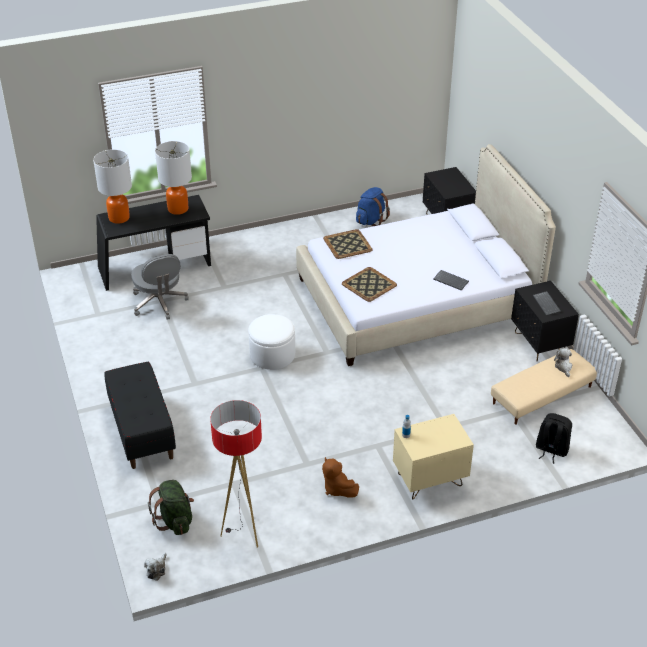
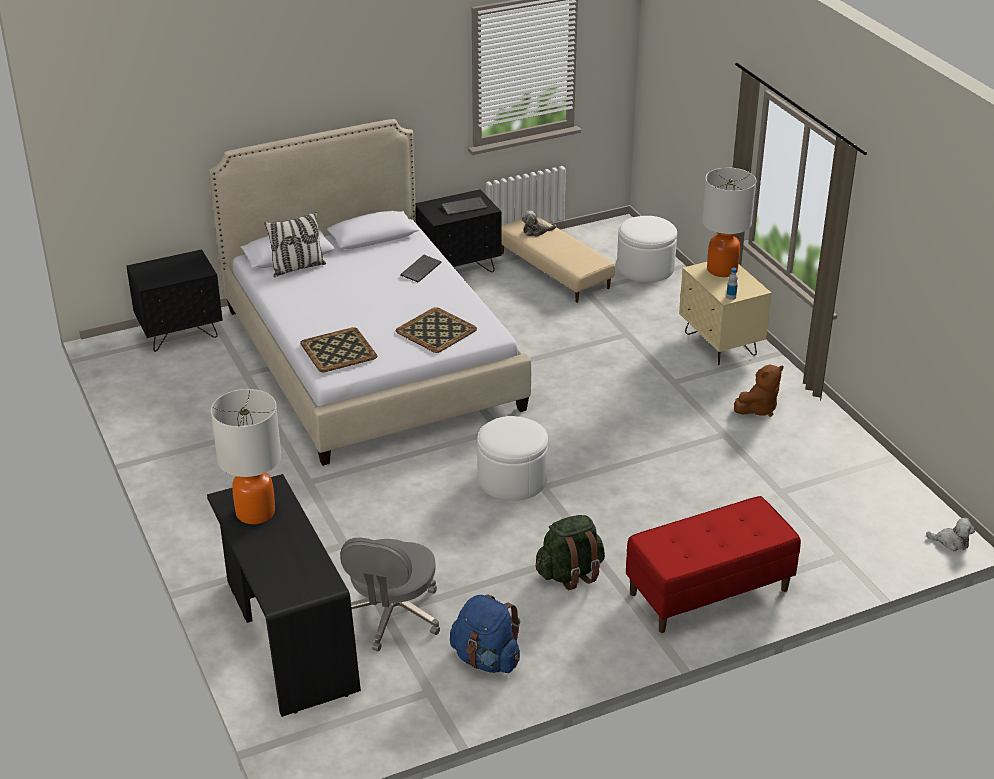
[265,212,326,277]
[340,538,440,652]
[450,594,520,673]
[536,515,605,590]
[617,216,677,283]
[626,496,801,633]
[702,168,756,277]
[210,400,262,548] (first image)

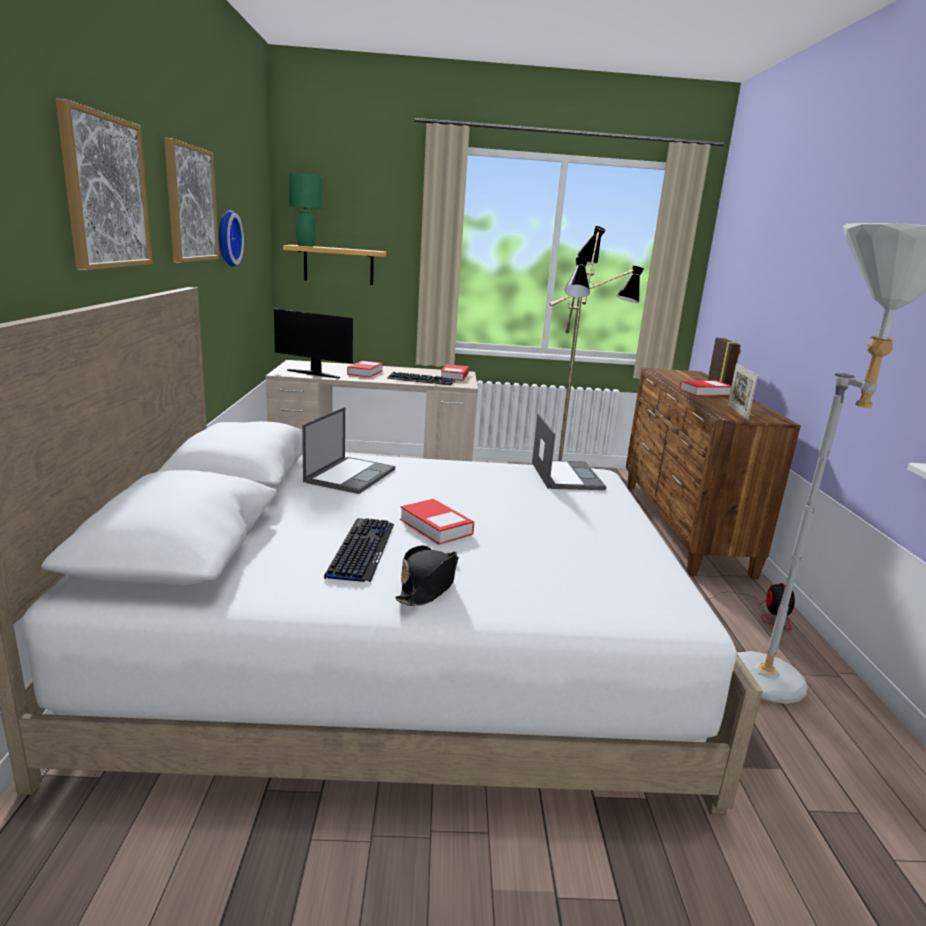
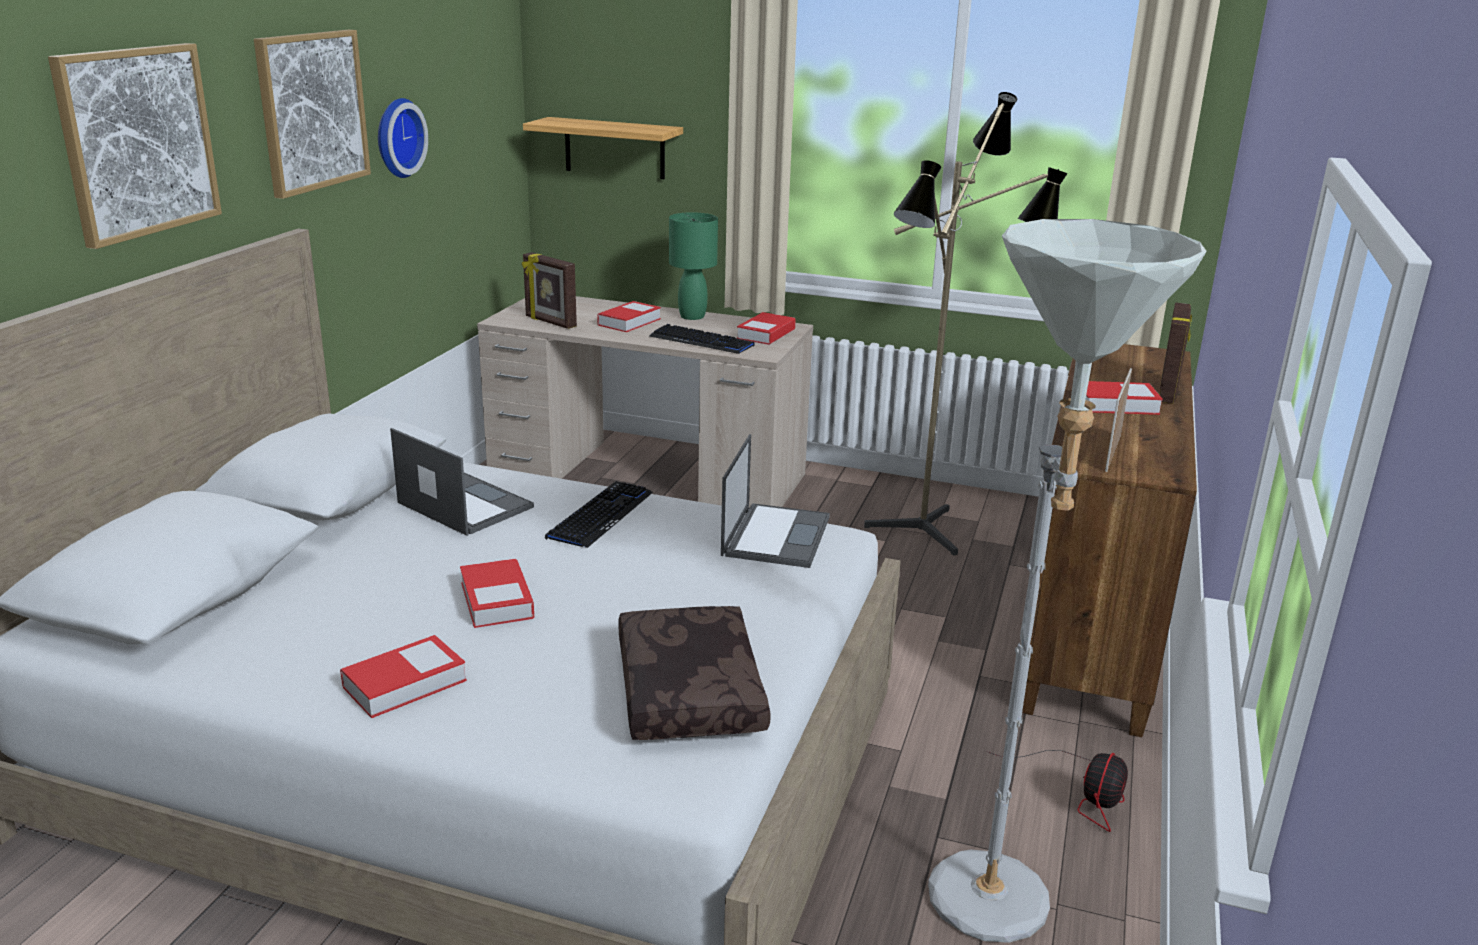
[340,635,467,718]
[390,428,534,536]
[522,252,577,329]
[545,481,653,548]
[618,606,771,740]
[669,212,718,320]

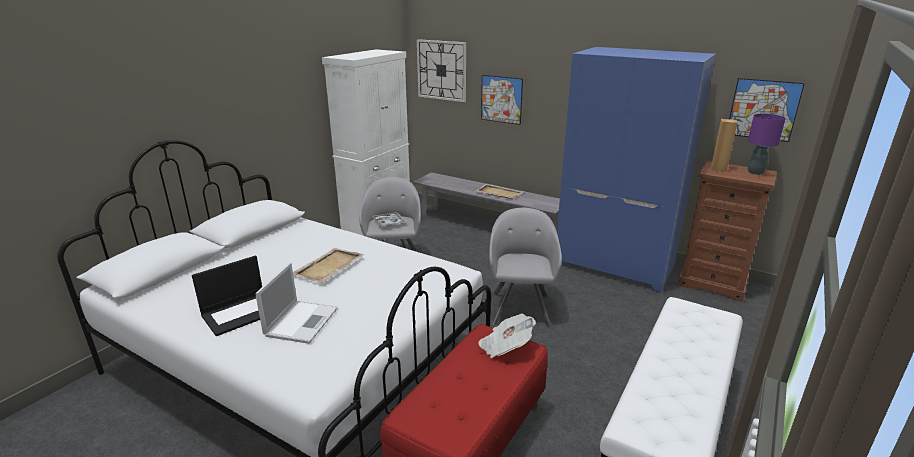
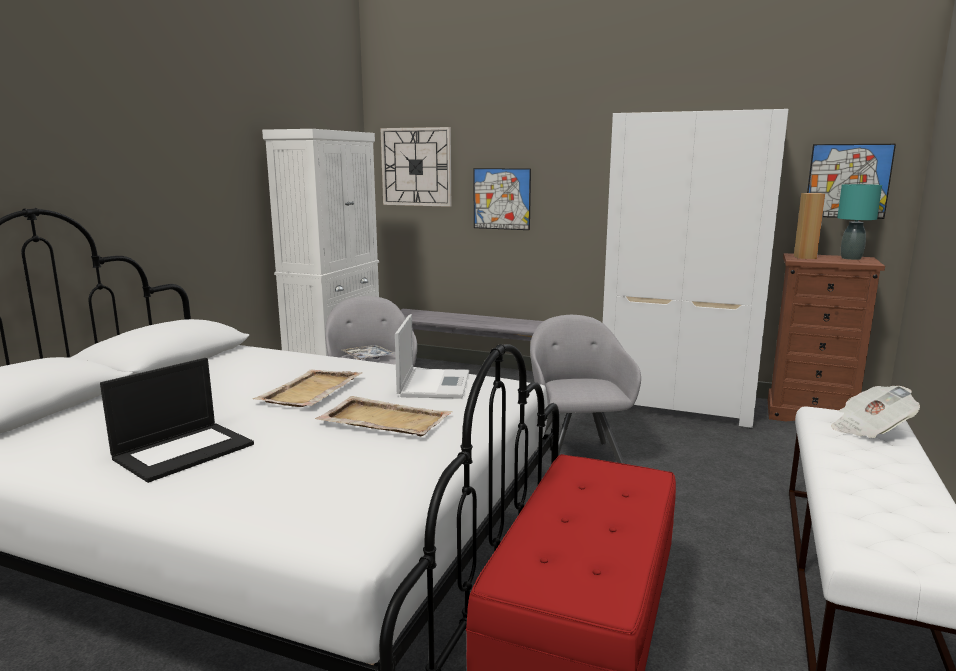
[315,396,453,436]
[395,314,469,399]
[603,109,788,429]
[831,386,920,438]
[837,184,882,260]

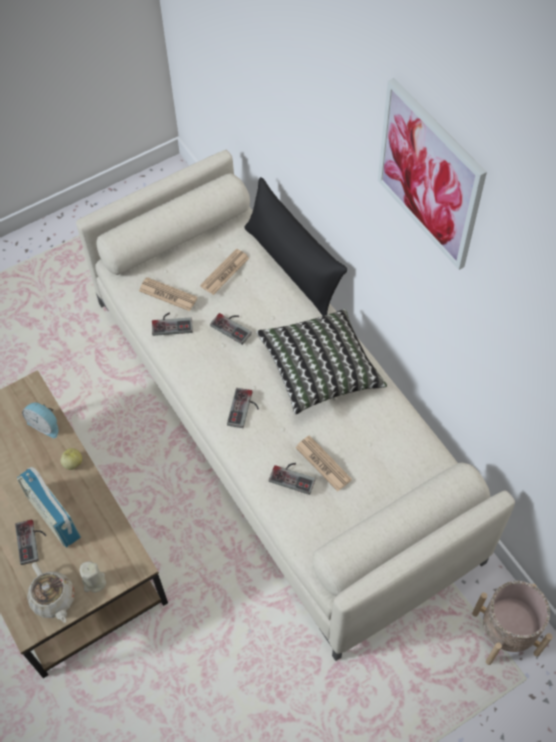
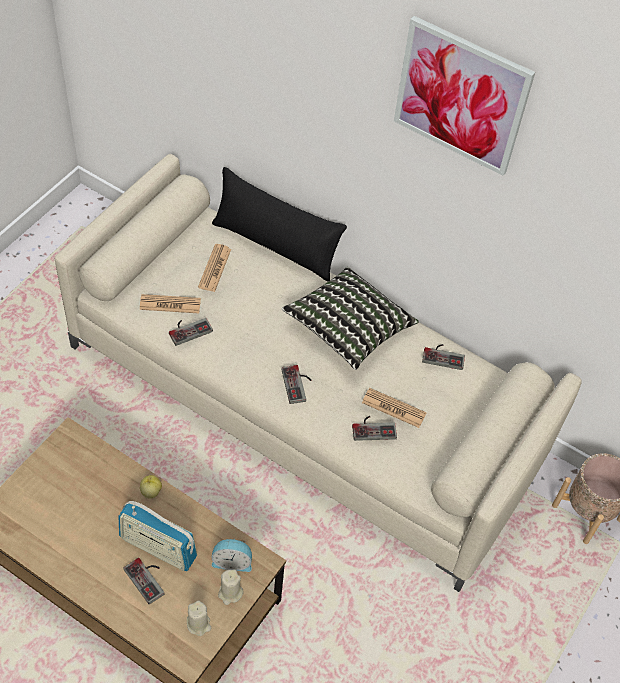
[187,600,211,636]
[212,538,252,572]
[422,344,465,370]

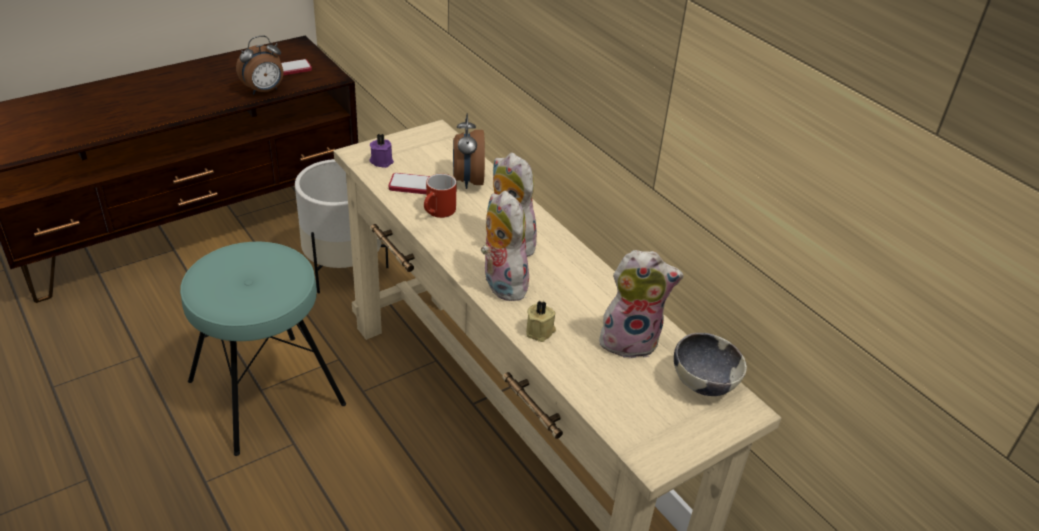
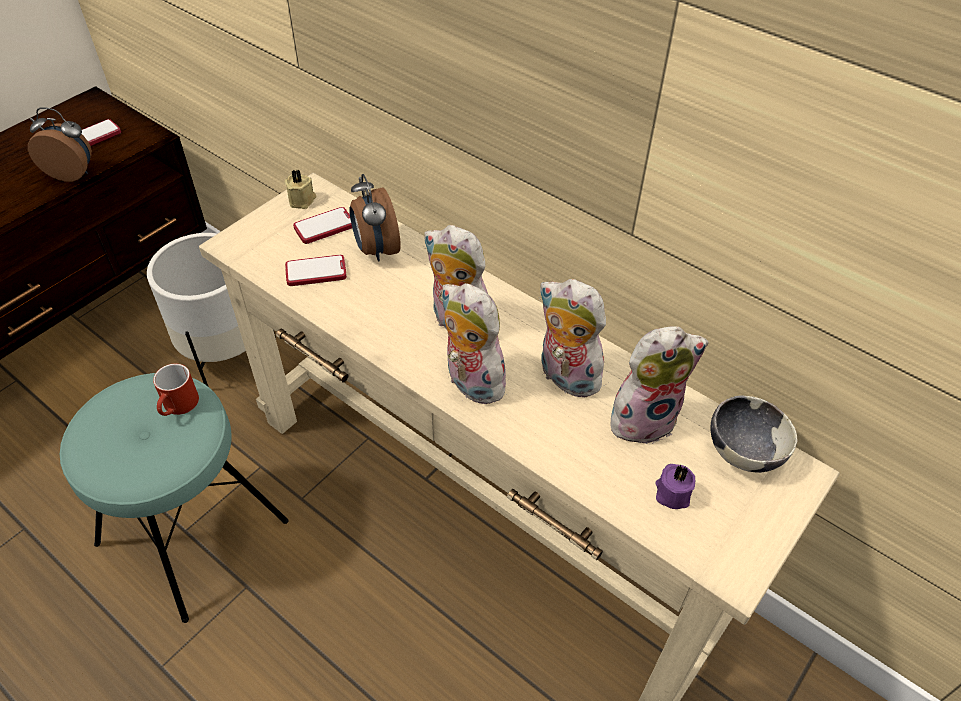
[28,107,92,182]
[153,363,199,416]
[285,170,317,209]
[293,207,352,244]
[539,279,610,397]
[655,464,695,509]

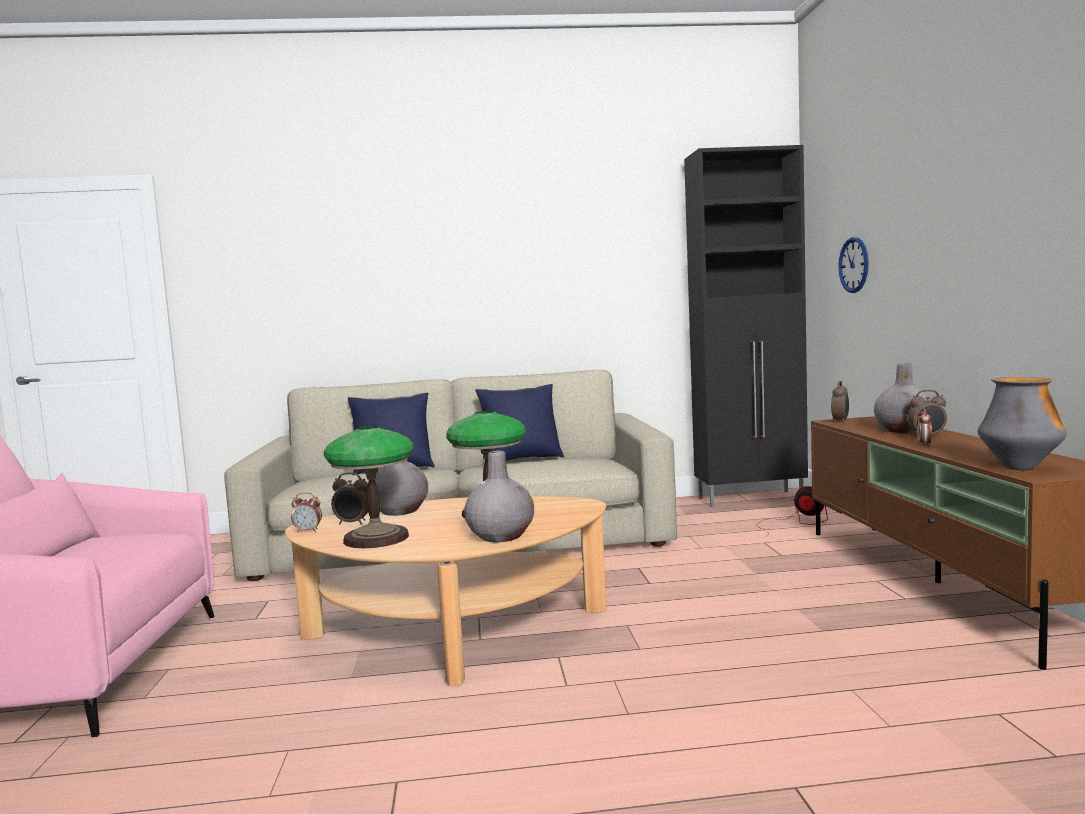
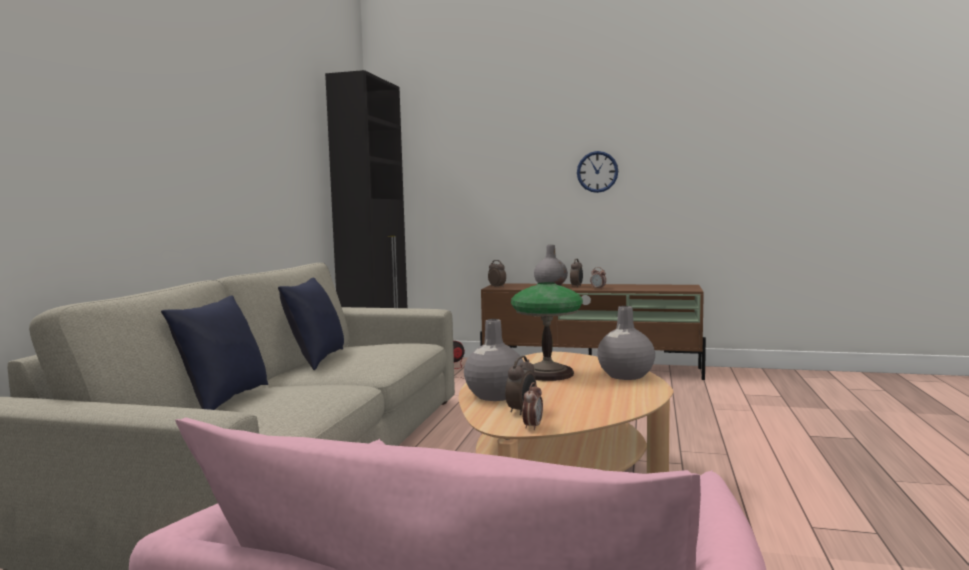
[577,151,618,193]
[324,426,414,549] (first image)
[978,377,1067,470] (first image)

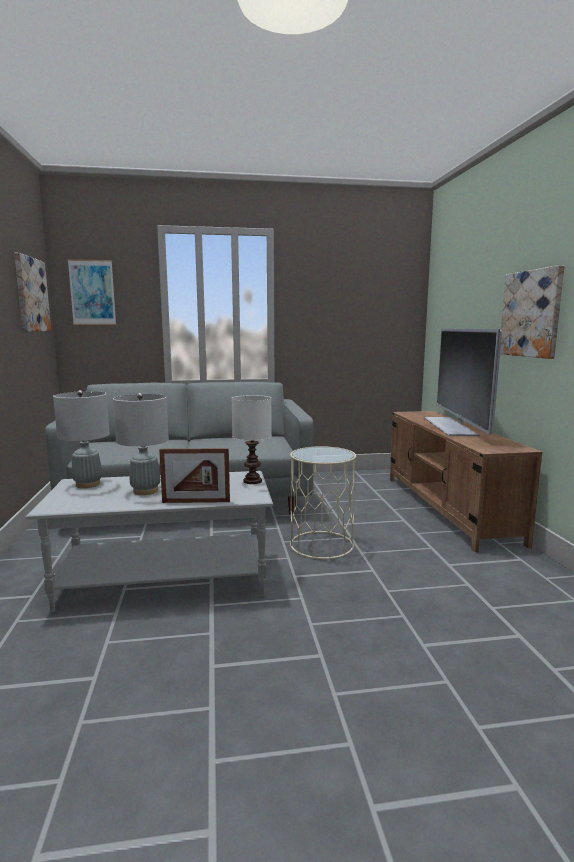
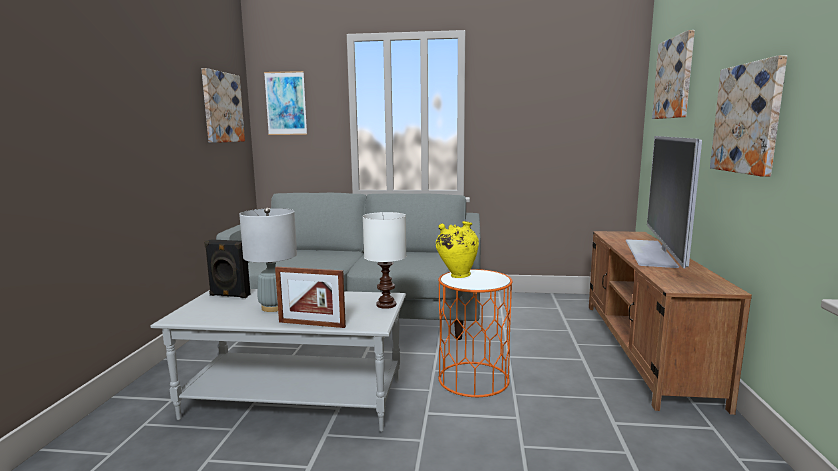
[204,239,251,298]
[436,221,479,278]
[438,269,513,397]
[652,30,695,119]

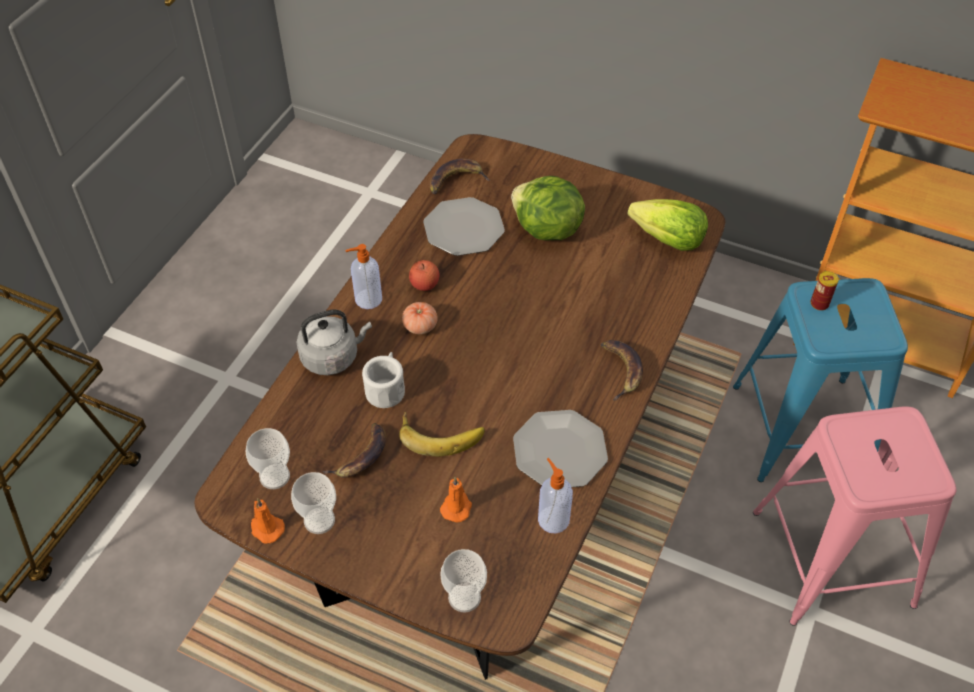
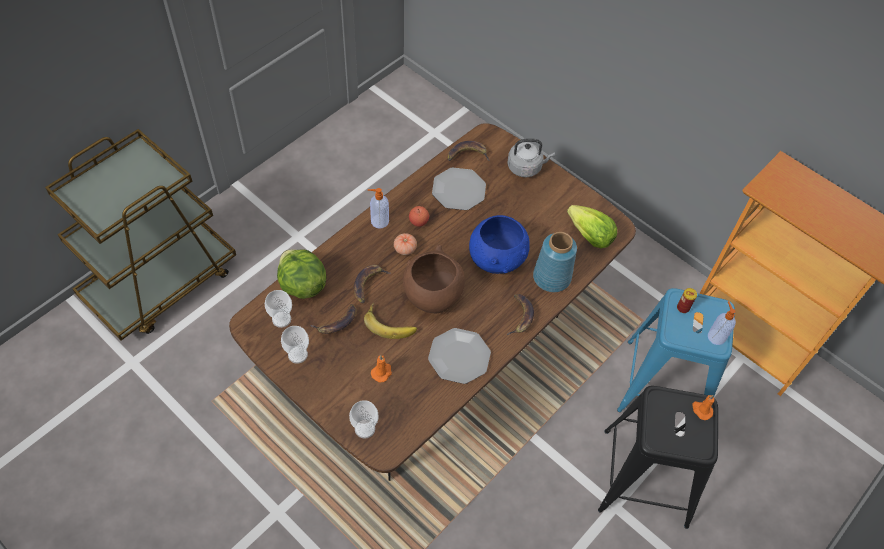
[277,249,326,299]
[354,265,391,303]
[403,244,465,313]
[469,215,530,274]
[507,139,555,177]
[533,232,577,292]
[598,386,718,529]
[693,395,714,420]
[708,301,736,345]

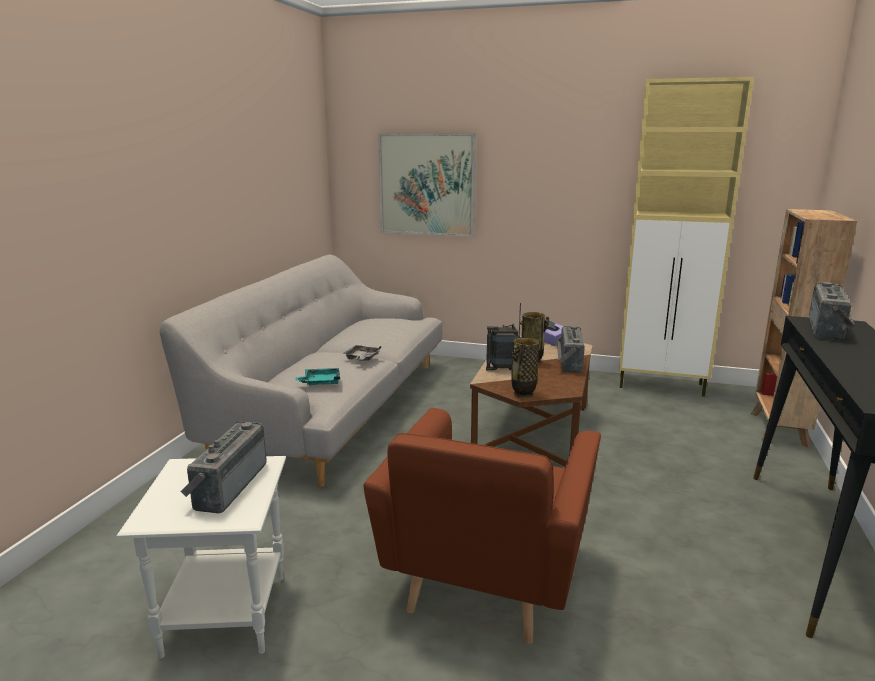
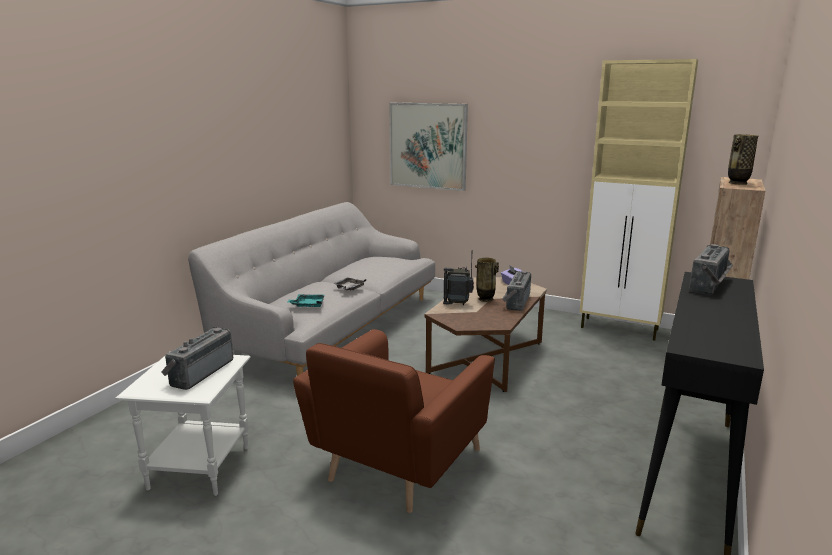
[728,134,758,185]

